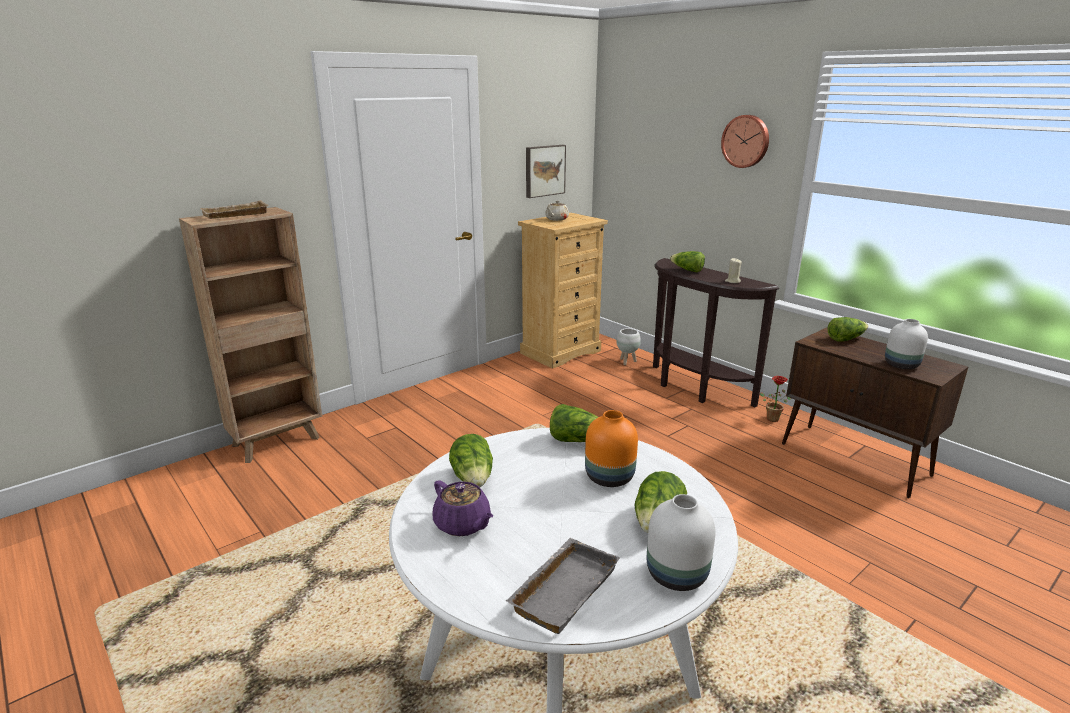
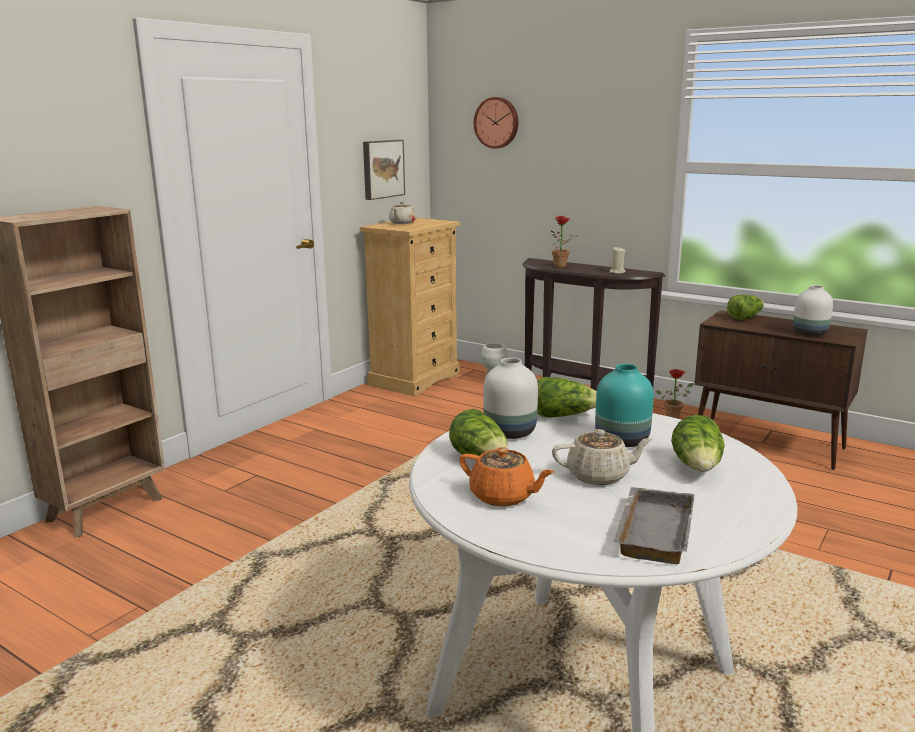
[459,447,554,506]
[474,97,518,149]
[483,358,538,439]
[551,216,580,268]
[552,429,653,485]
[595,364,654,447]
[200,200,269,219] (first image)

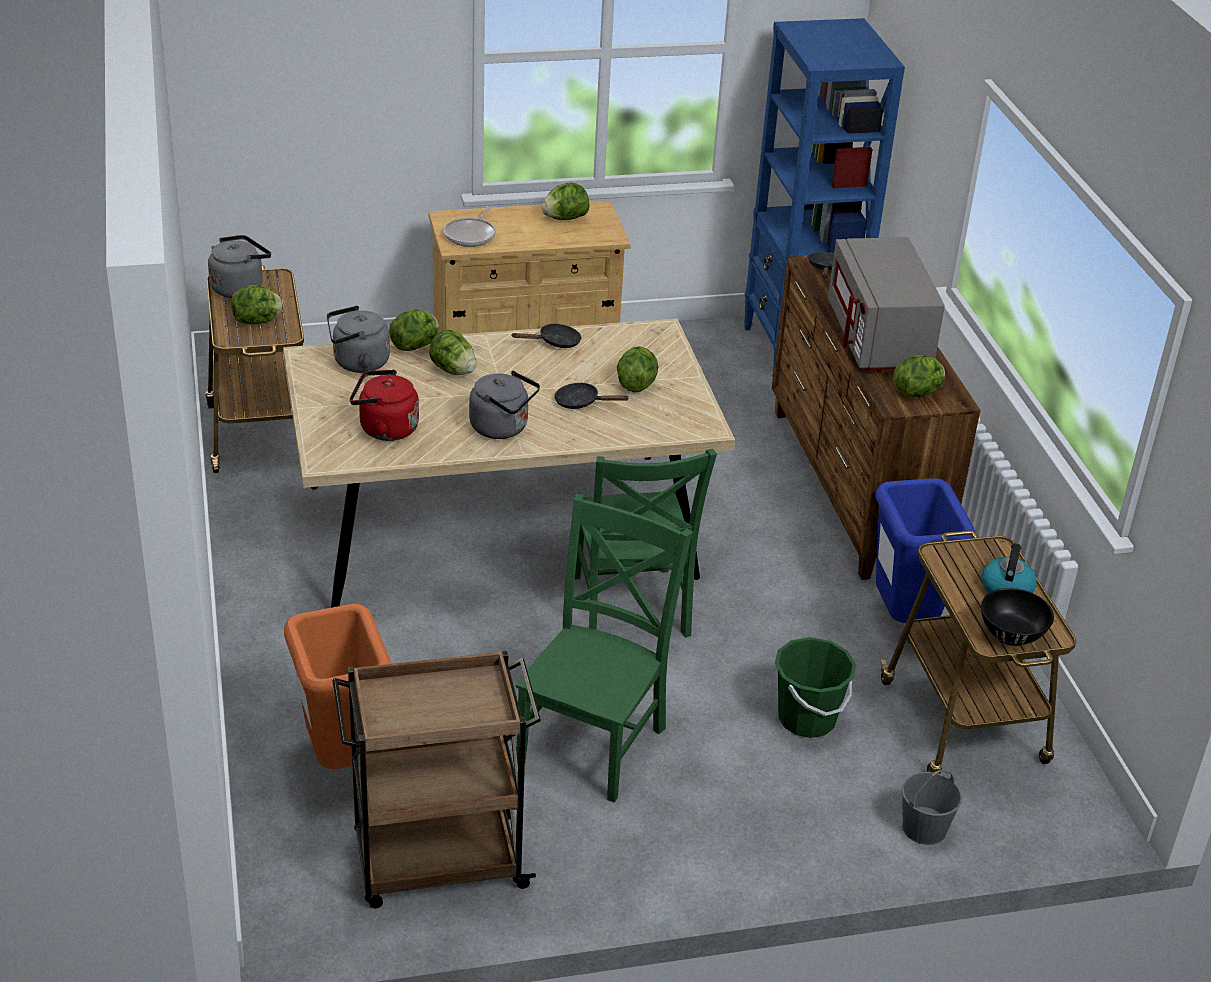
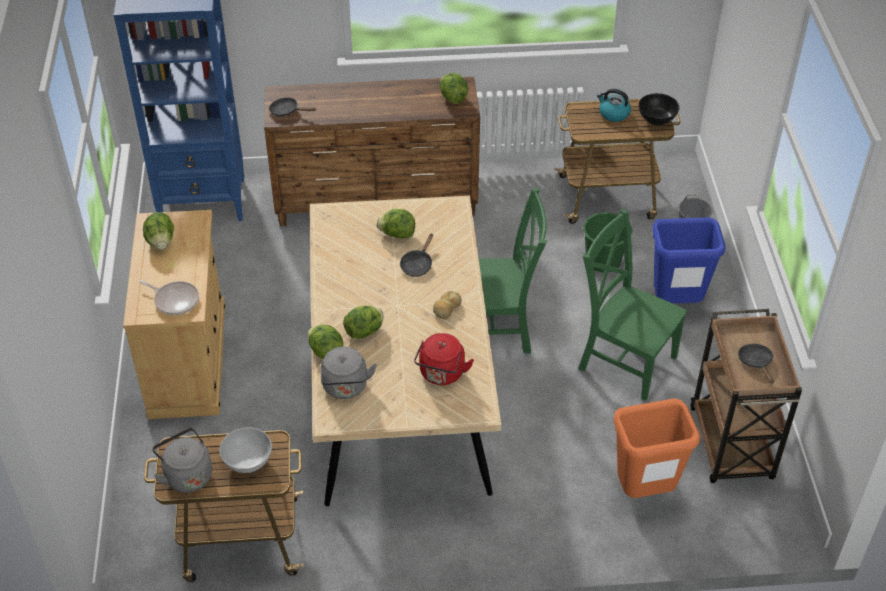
[219,427,272,473]
[433,291,462,319]
[652,218,725,303]
[738,344,774,383]
[828,237,945,373] (first image)

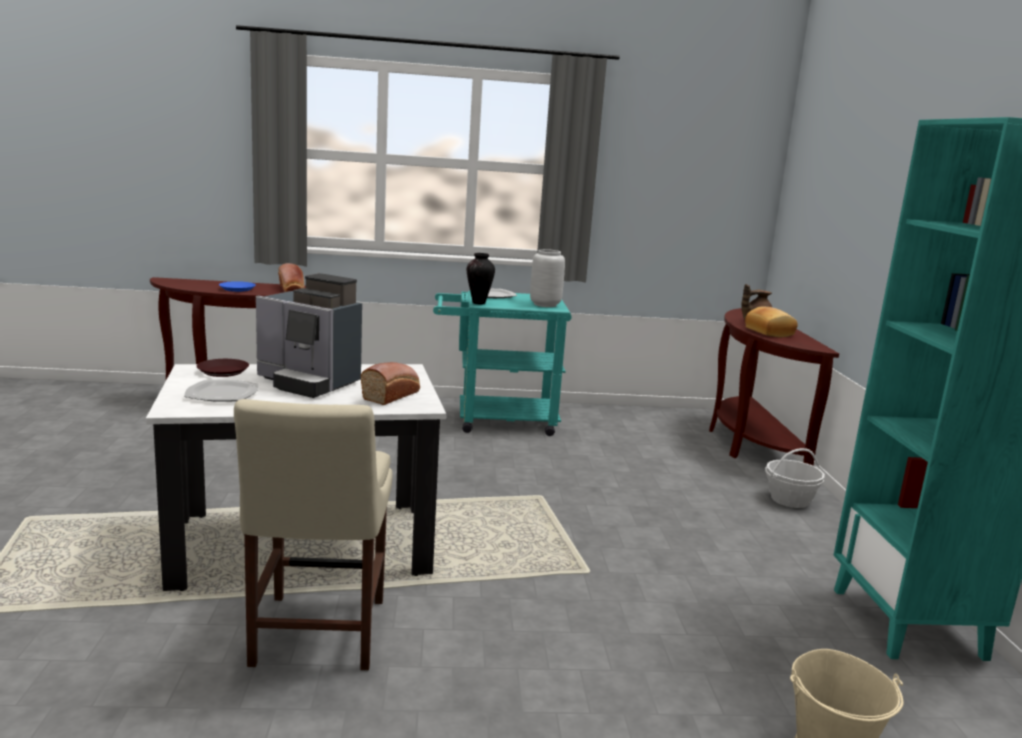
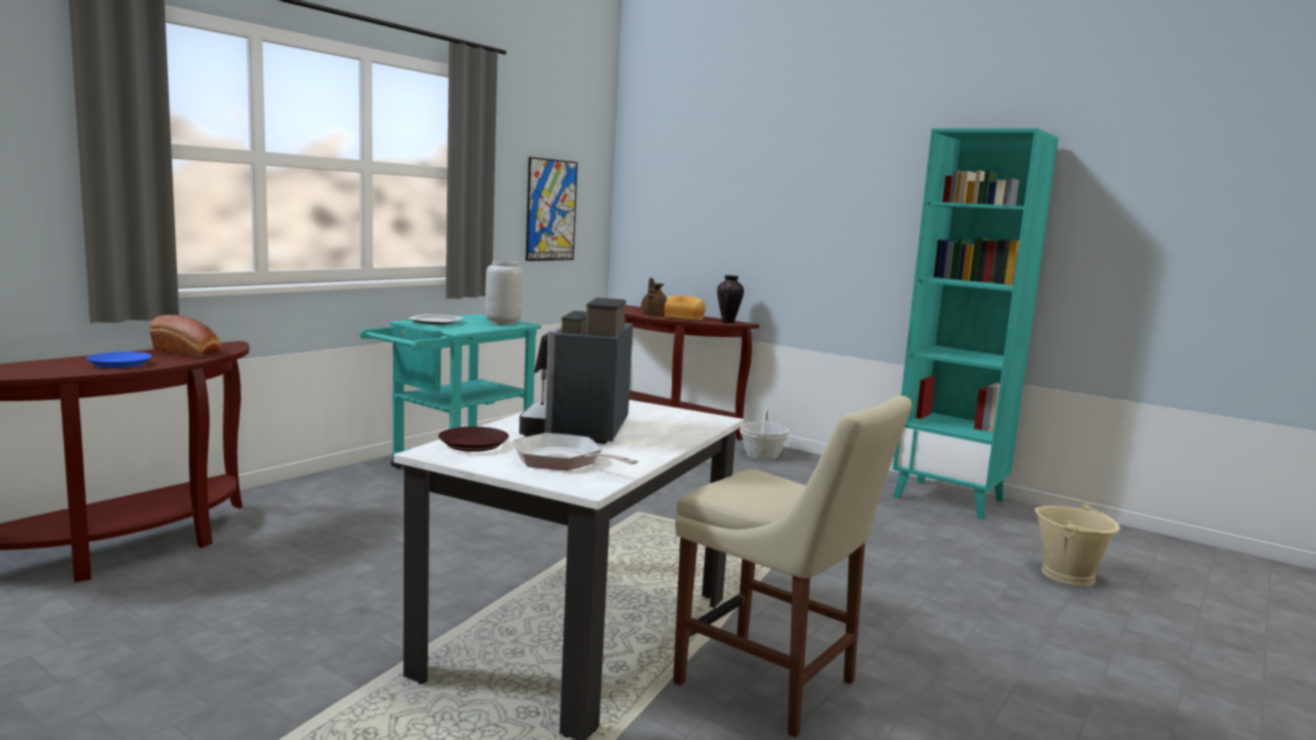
[513,433,638,470]
[519,298,633,444]
[526,157,578,261]
[717,275,744,323]
[361,362,420,405] (first image)

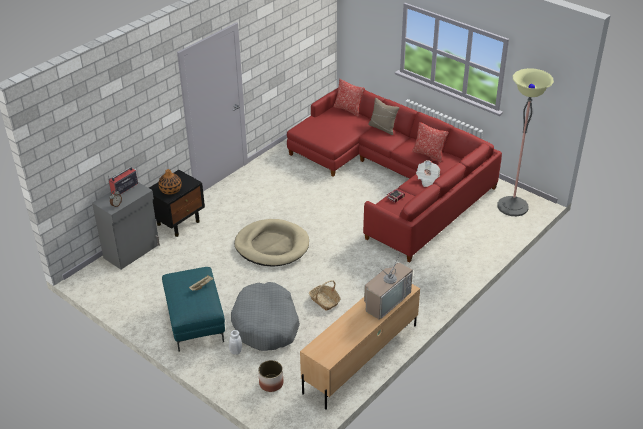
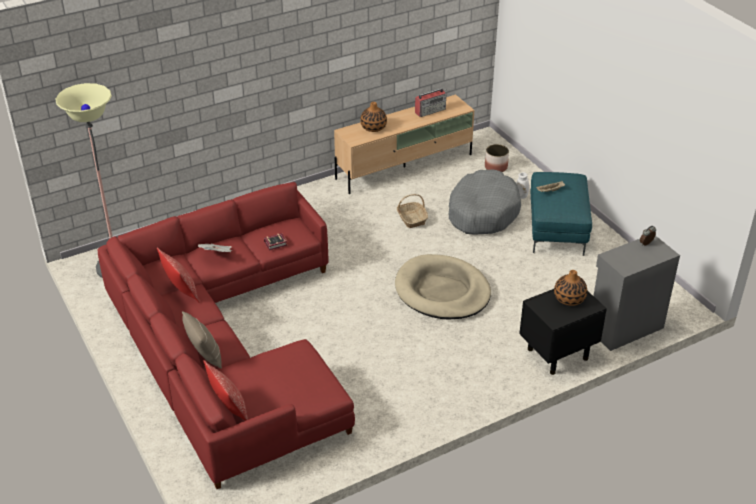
[360,102,387,132]
[415,88,446,117]

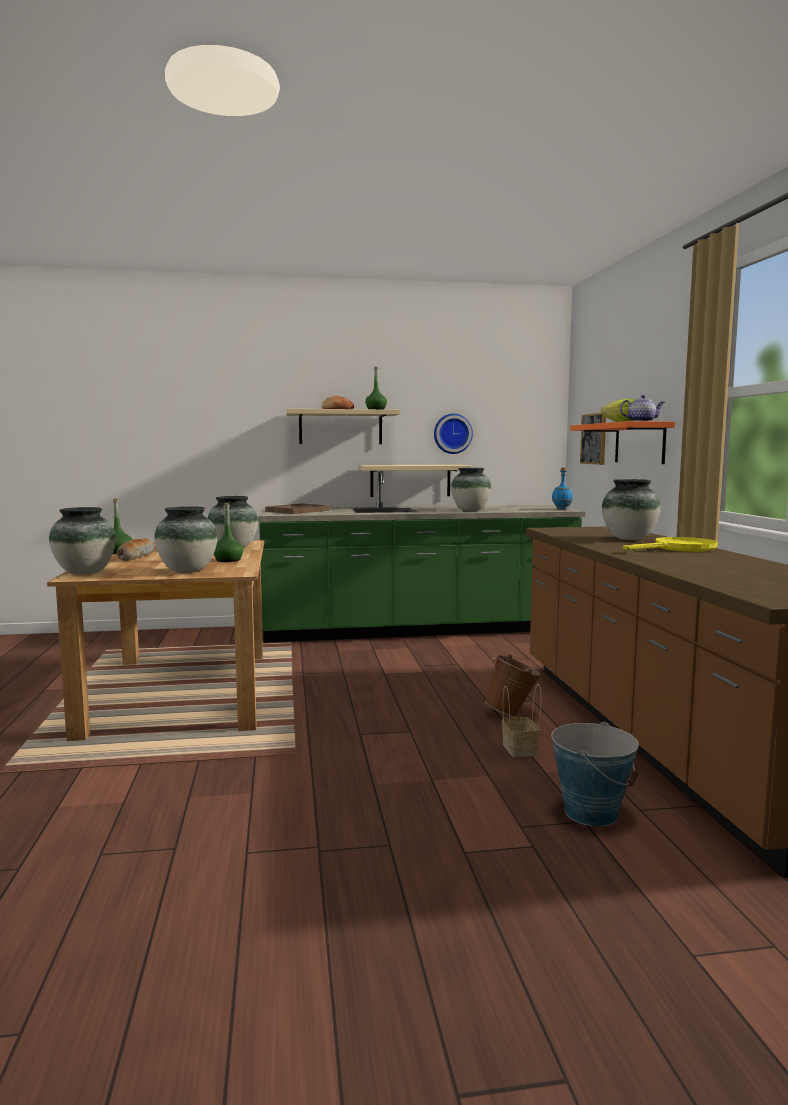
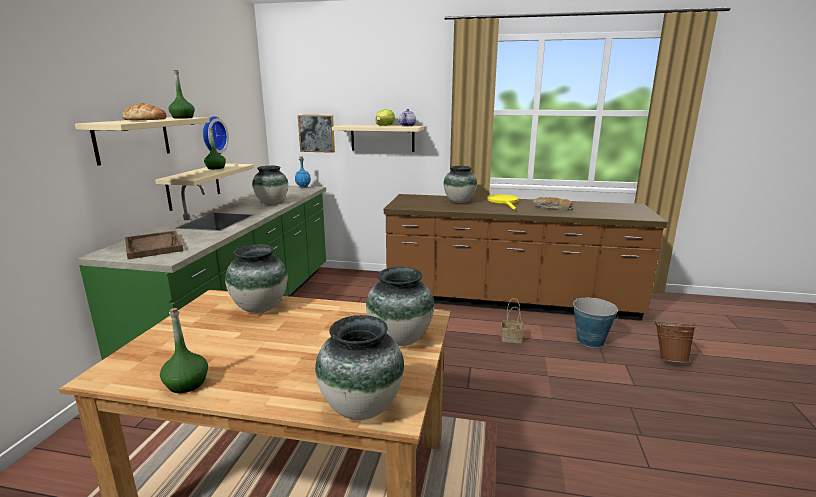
[204,128,226,169]
[332,125,424,152]
[532,197,573,210]
[655,321,698,363]

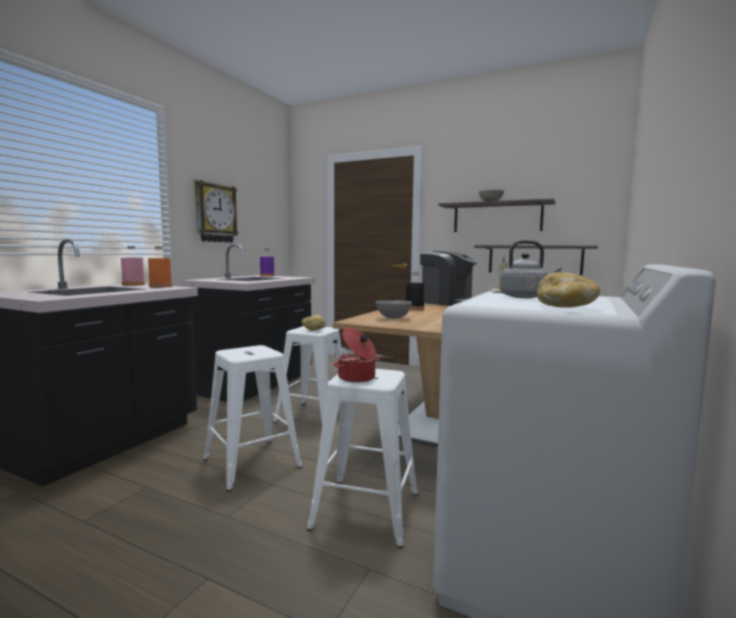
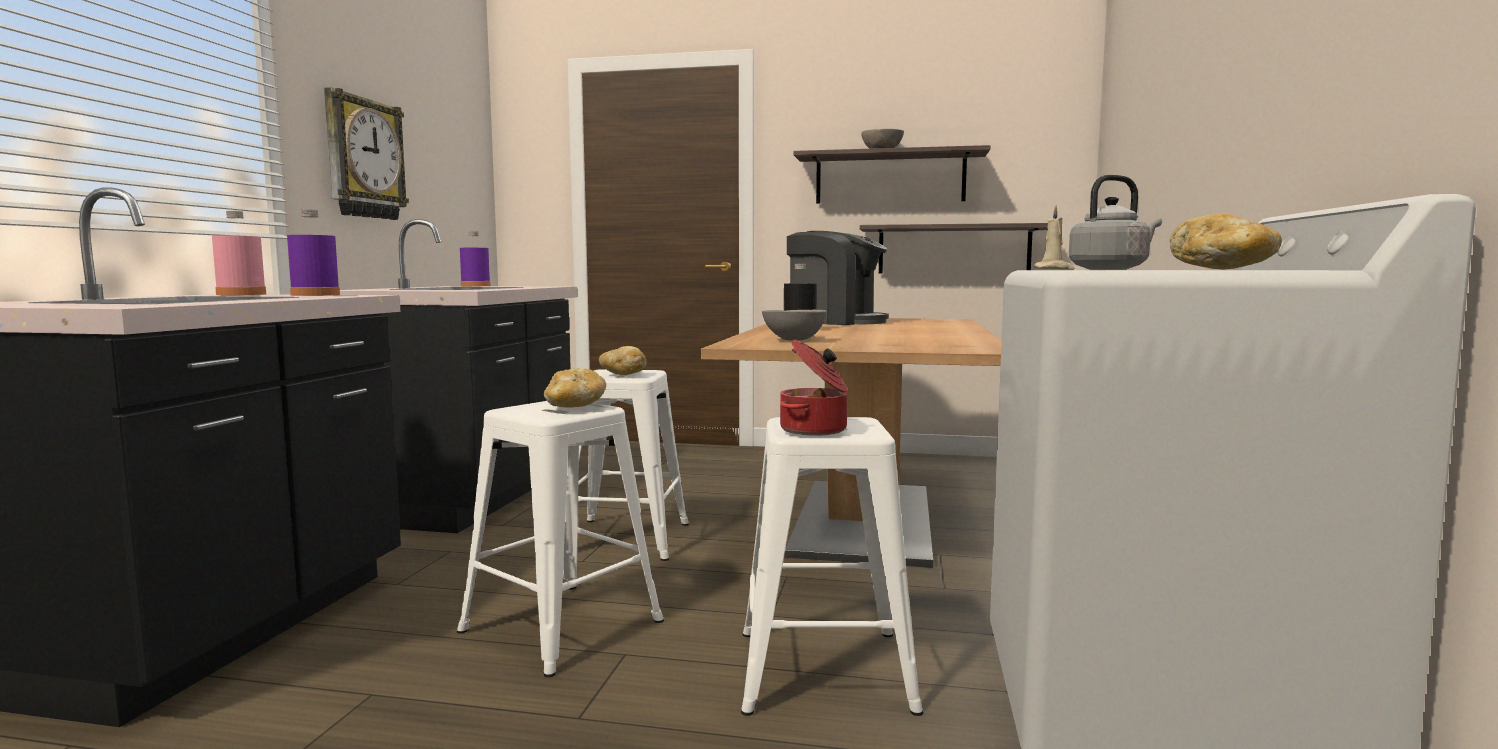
[287,209,340,296]
[544,368,606,408]

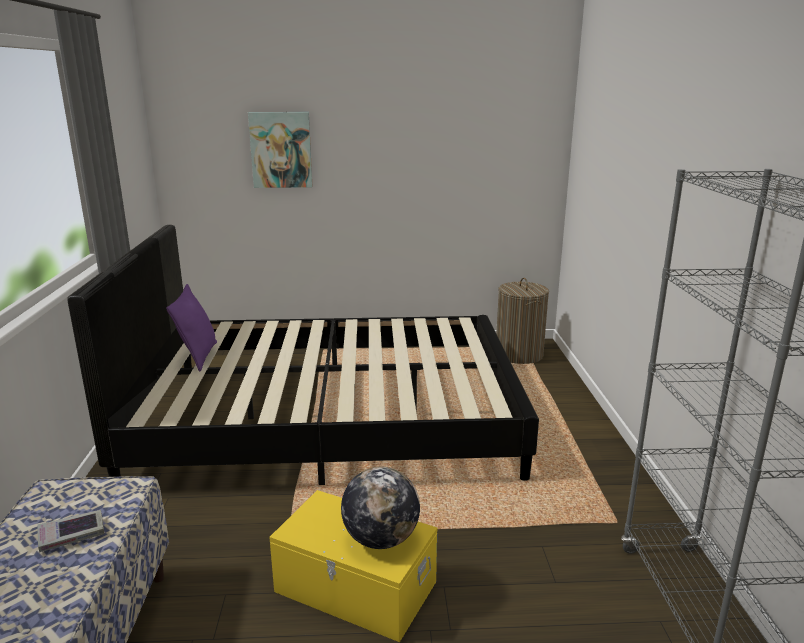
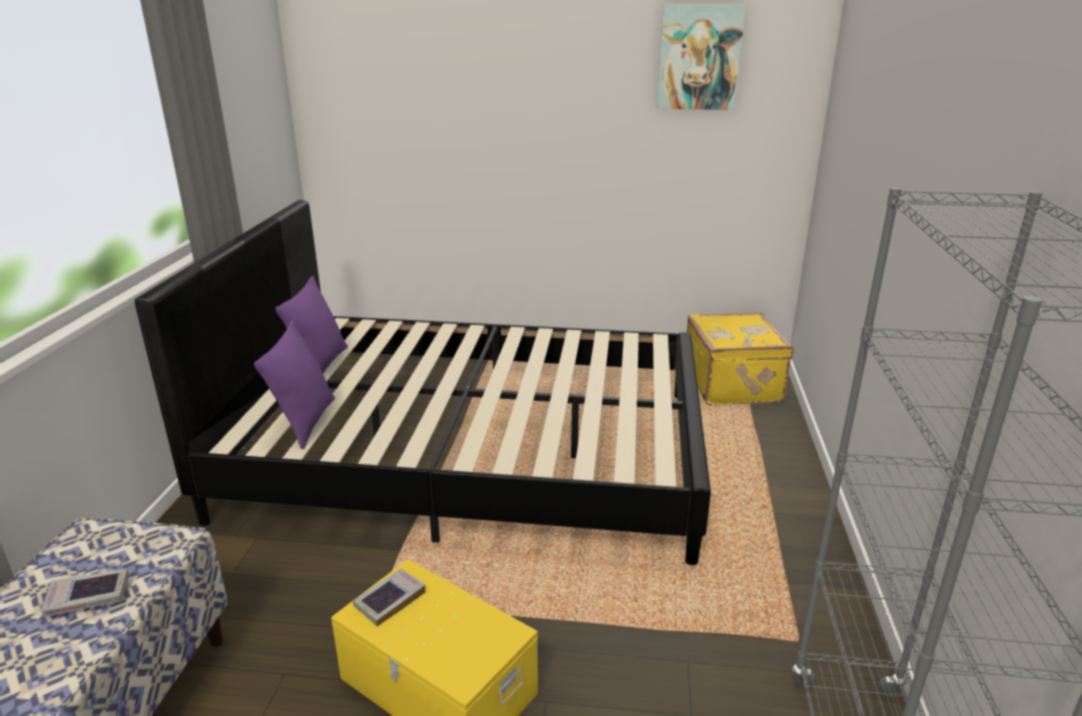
[254,320,335,449]
[353,569,425,627]
[657,4,746,110]
[687,312,794,405]
[341,467,420,549] (first image)

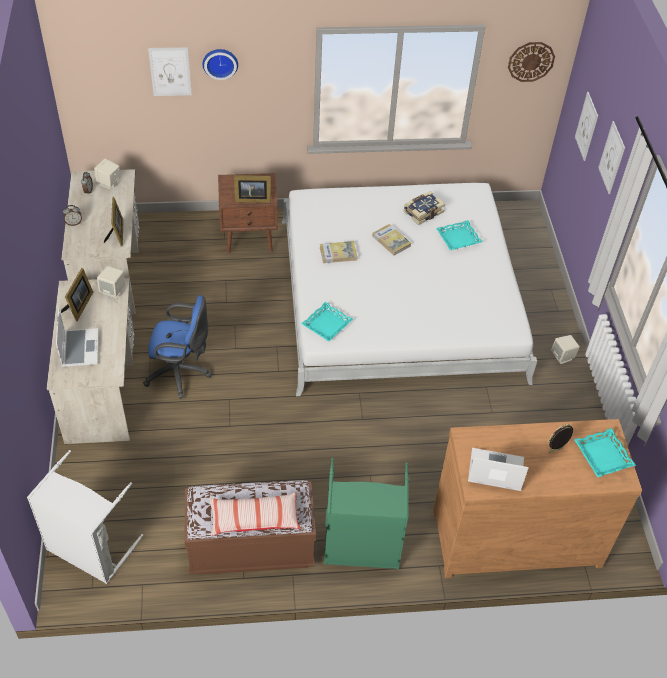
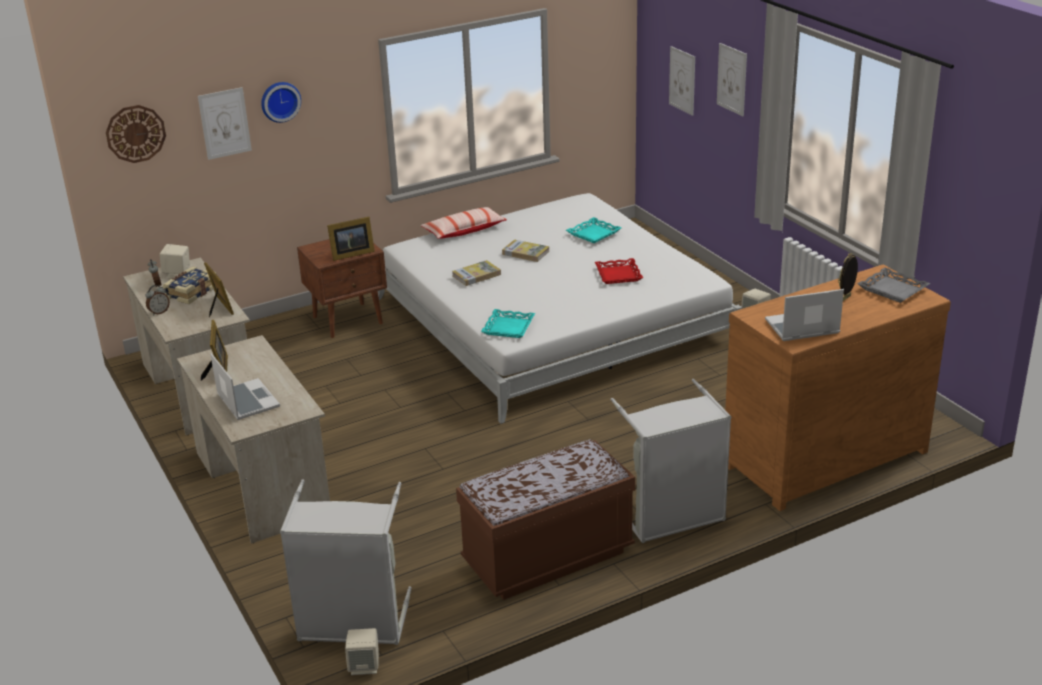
[106,105,166,163]
[163,266,217,304]
[345,628,379,675]
[421,207,507,239]
[595,258,643,284]
[611,379,731,543]
[858,268,930,303]
[143,295,212,399] (first image)

